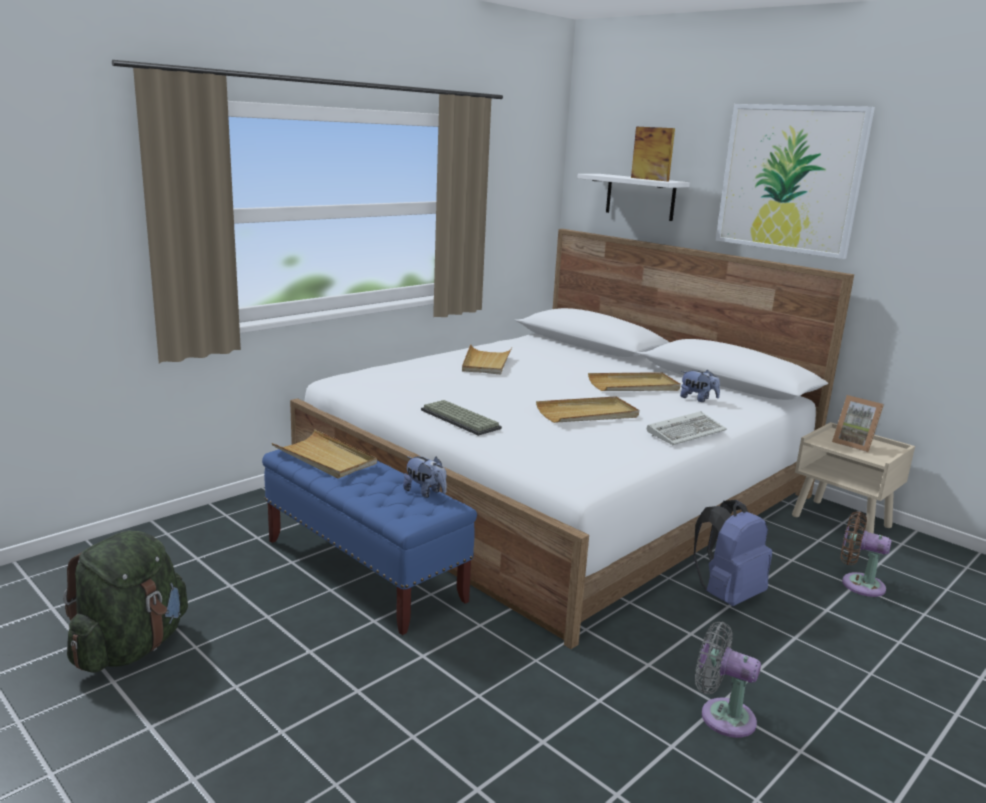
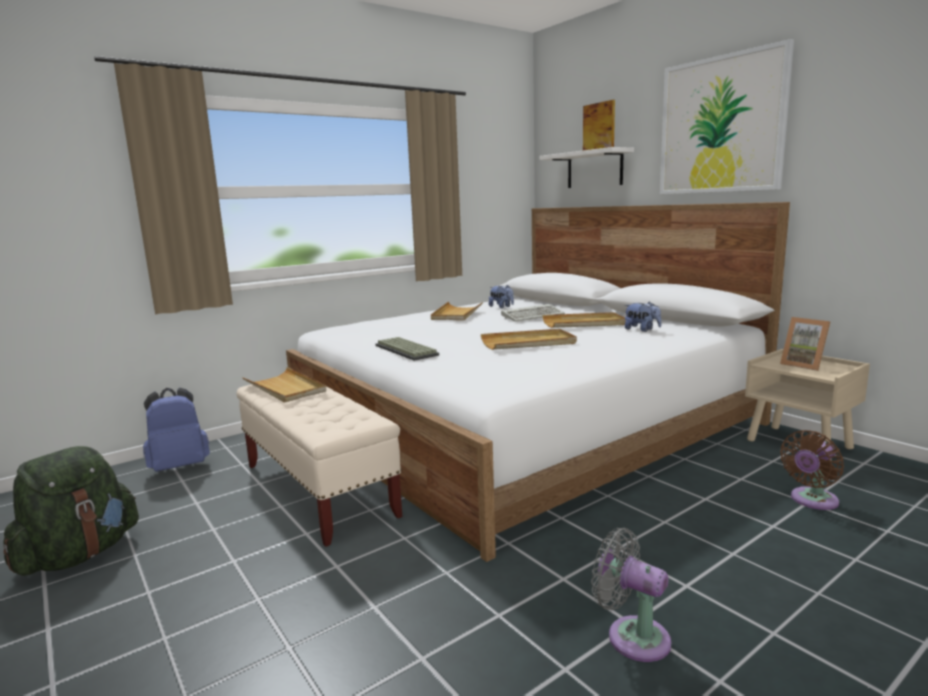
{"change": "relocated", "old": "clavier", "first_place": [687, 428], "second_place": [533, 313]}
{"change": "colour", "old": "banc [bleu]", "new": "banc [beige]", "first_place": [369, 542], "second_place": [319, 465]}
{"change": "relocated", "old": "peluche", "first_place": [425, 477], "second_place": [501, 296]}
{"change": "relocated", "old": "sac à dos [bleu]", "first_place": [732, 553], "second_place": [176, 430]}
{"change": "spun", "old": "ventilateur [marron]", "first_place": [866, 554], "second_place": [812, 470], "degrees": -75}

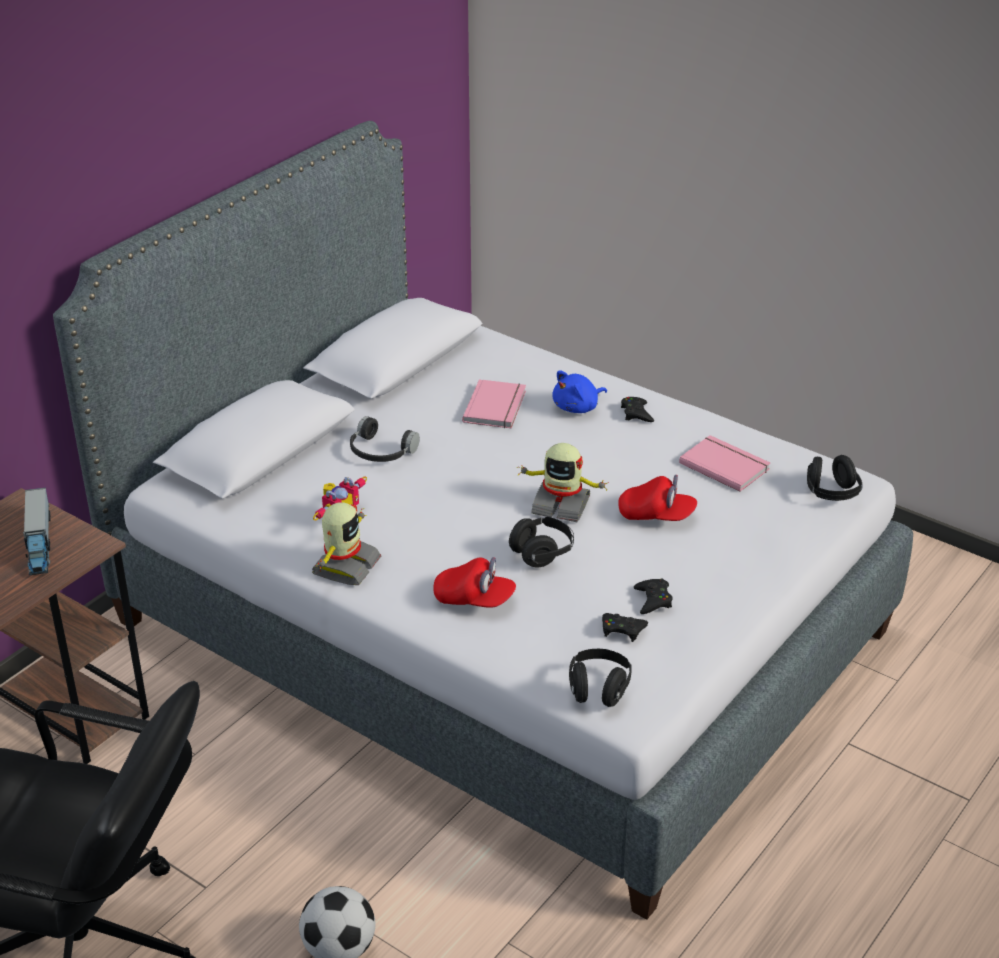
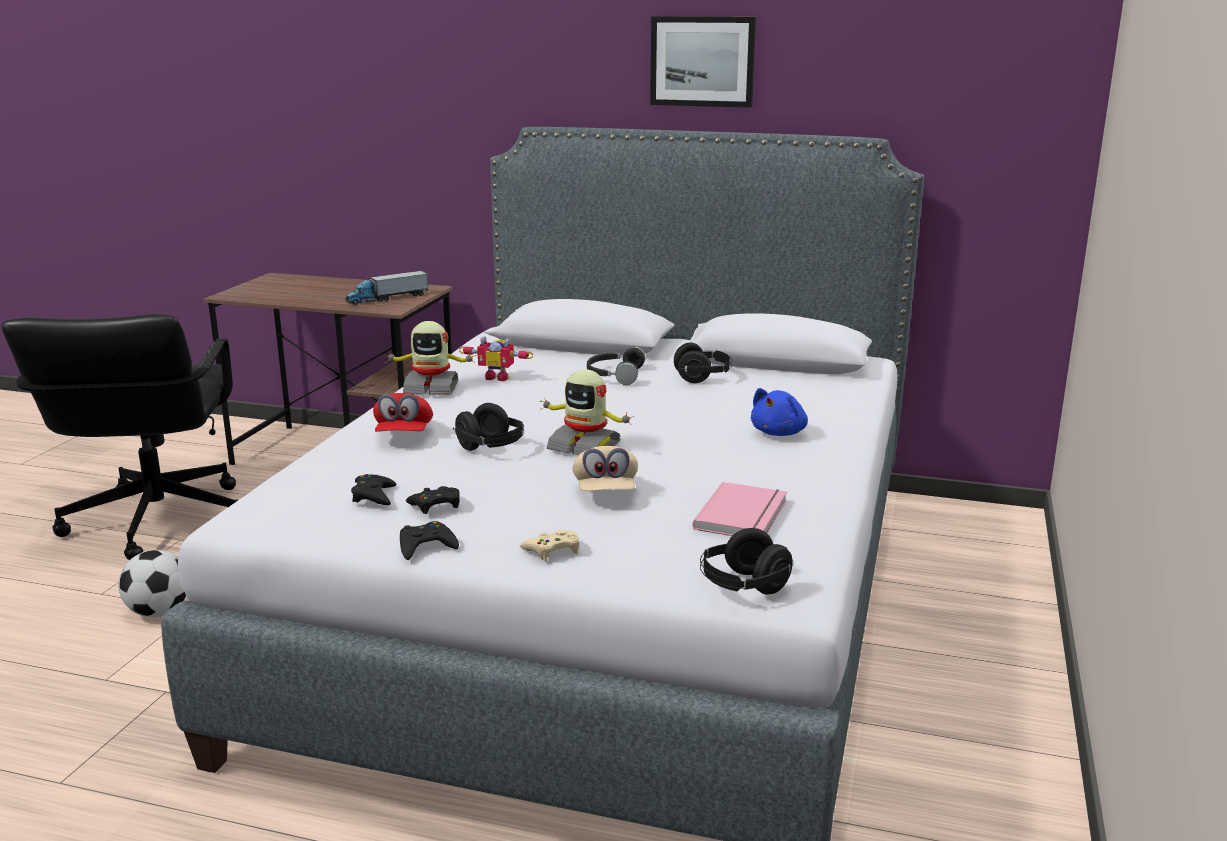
{"change": "spun", "old": "peluche [bleu]", "first_place": [579, 391], "second_place": [779, 412], "degrees": -90}
{"change": "missing", "old": "livre [rose]", "first_place": [494, 404]}
{"change": "relocated", "old": "manette [noir]", "first_place": [637, 409], "second_place": [429, 540]}
{"change": "spun", "old": "robot jouet", "first_place": [562, 482], "second_place": [587, 412], "degrees": -60}
{"change": "colour", "old": "casquette [rouge]", "new": "casquette [beige]", "first_place": [657, 498], "second_place": [605, 468]}
{"change": "relocated", "old": "casque audio [noir]", "first_place": [600, 678], "second_place": [703, 362]}
{"change": "appeared", "new": "tableau", "second_place": [703, 62]}
{"change": "appeared", "new": "manette [beige]", "second_place": [550, 545]}

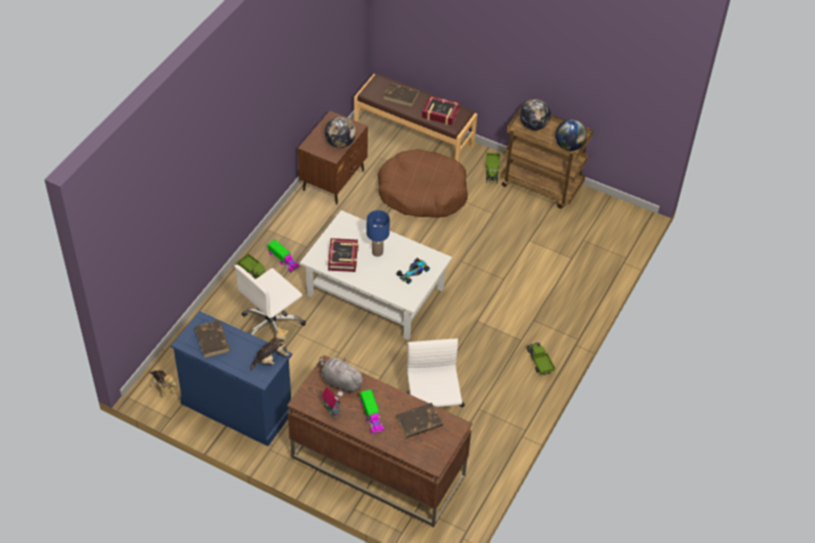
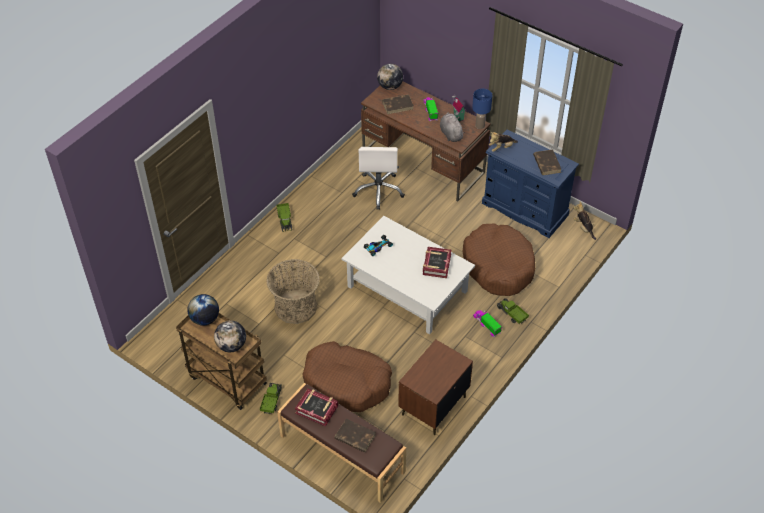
{"change": "relocated", "old": "globe", "first_place": [340, 132], "second_place": [390, 77]}
{"change": "relocated", "old": "lampe de table [bleu]", "first_place": [378, 233], "second_place": [482, 109]}
{"change": "exchanged", "old": "chaise de bureau [blanc]", "new": "panier pour chien [marron]", "first_place": [270, 307], "second_place": [499, 259]}
{"change": "spun", "old": "peluche [gris]", "first_place": [342, 375], "second_place": [452, 127], "degrees": -150}
{"change": "appeared", "new": "panier", "second_place": [293, 291]}

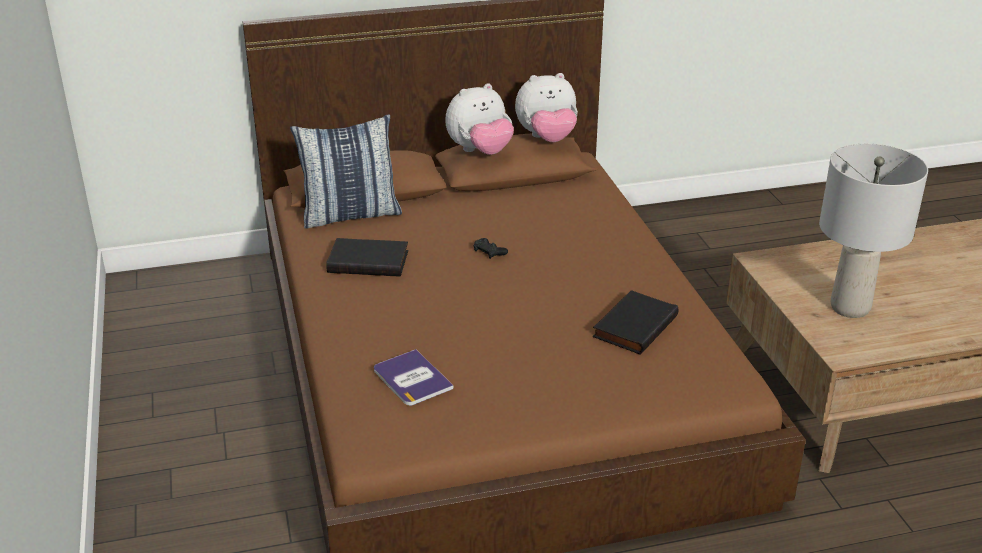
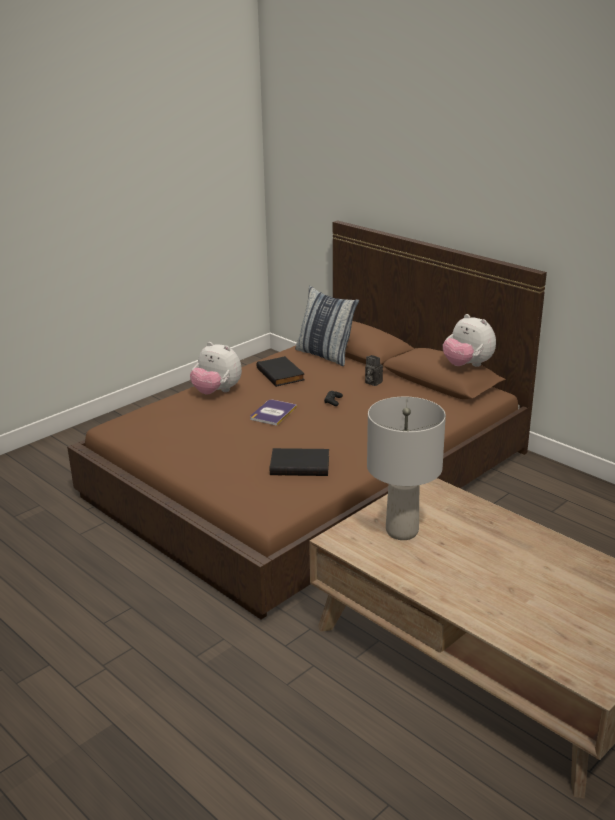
{"change": "relocated", "old": "peluche", "first_place": [479, 119], "second_place": [216, 368]}
{"change": "relocated", "old": "livre", "first_place": [414, 377], "second_place": [273, 413]}
{"change": "appeared", "new": "appareil photo", "second_place": [374, 370]}

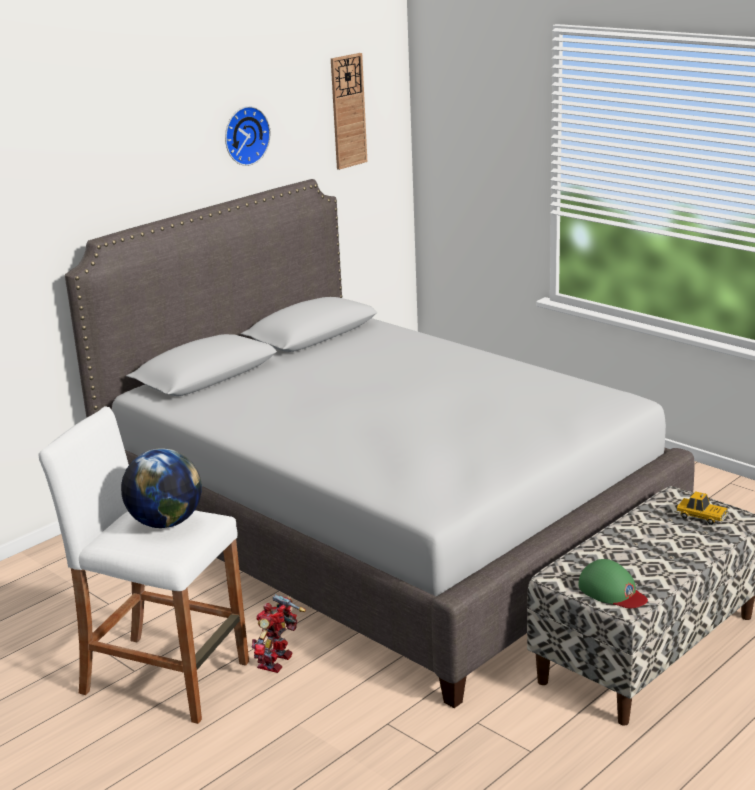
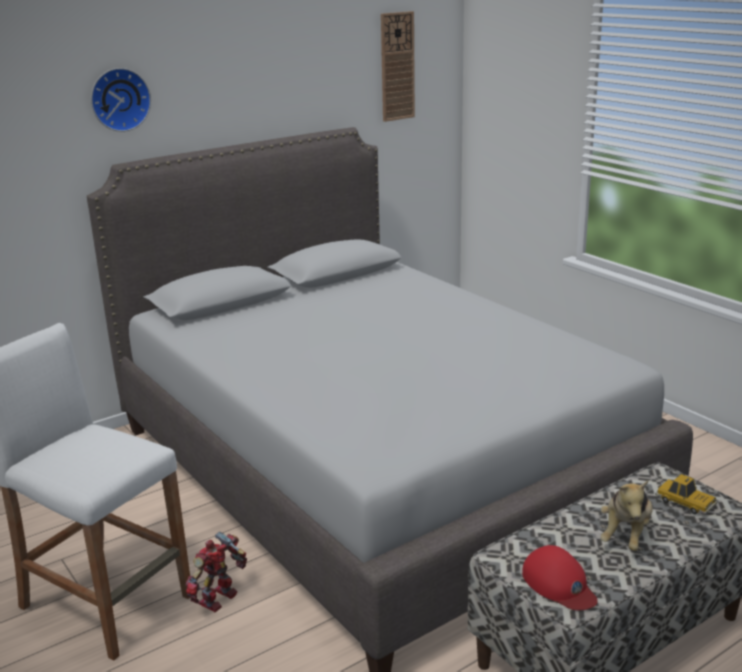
{"change": "relocated", "old": "horloge murale", "first_place": [248, 136], "second_place": [121, 100]}
{"change": "missing", "old": "globe", "first_place": [161, 488]}
{"change": "colour", "old": "casquette [vert]", "new": "casquette [rouge]", "first_place": [613, 583], "second_place": [560, 577]}
{"change": "appeared", "new": "peluche", "second_place": [626, 515]}

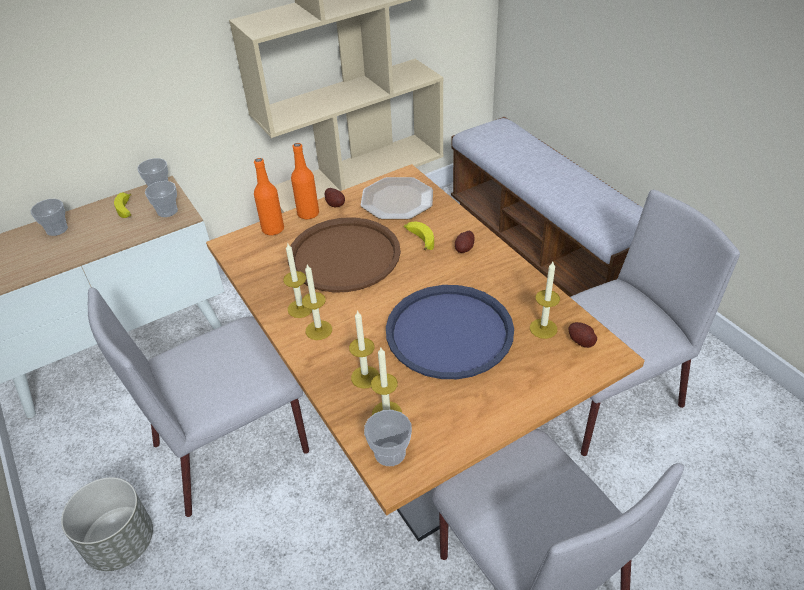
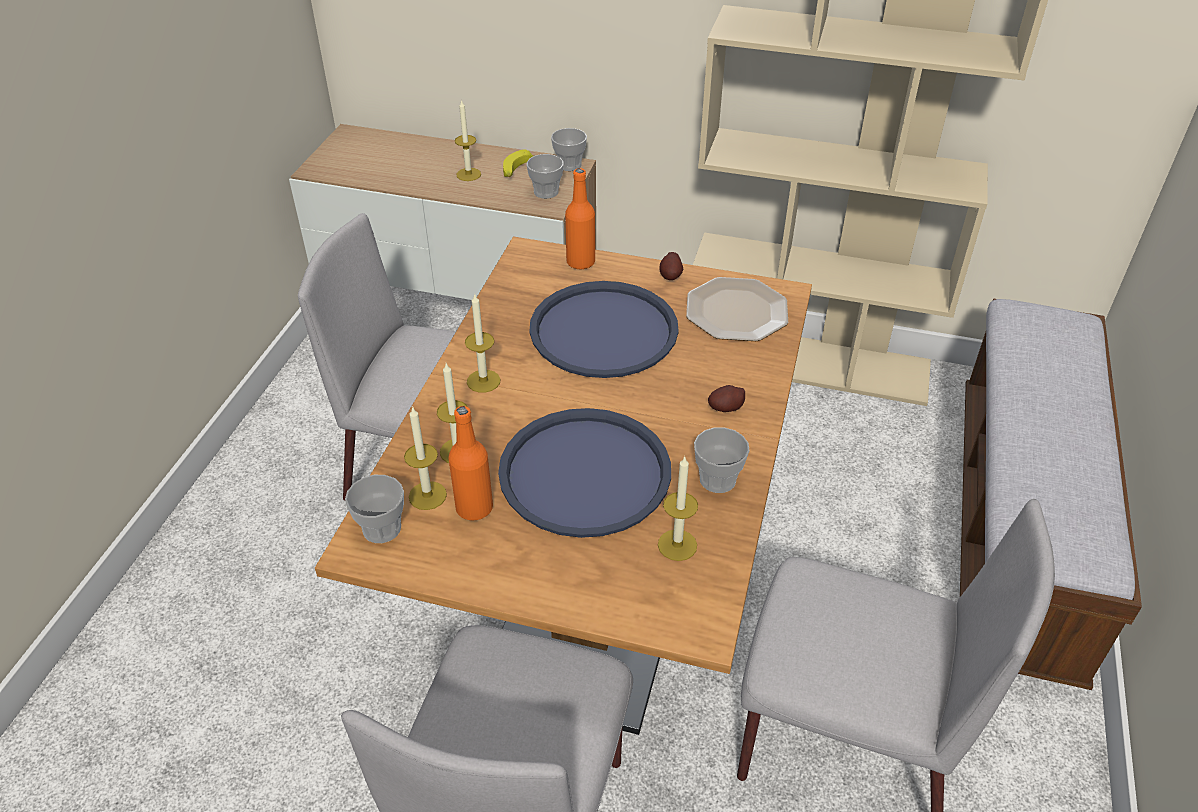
{"change": "relocated", "old": "bouteille [orange]", "first_place": [305, 181], "second_place": [470, 463]}
{"change": "relocated", "old": "tasse", "first_place": [49, 217], "second_place": [722, 460]}
{"change": "colour", "old": "plateau [marron]", "new": "plateau [bleu]", "first_place": [344, 254], "second_place": [604, 329]}
{"change": "missing", "old": "banane", "first_place": [419, 236]}
{"change": "relocated", "old": "bougie", "first_place": [297, 281], "second_place": [468, 140]}
{"change": "missing", "old": "pomme de terre", "first_place": [582, 335]}
{"change": "missing", "old": "cache-pot [gris]", "first_place": [107, 524]}

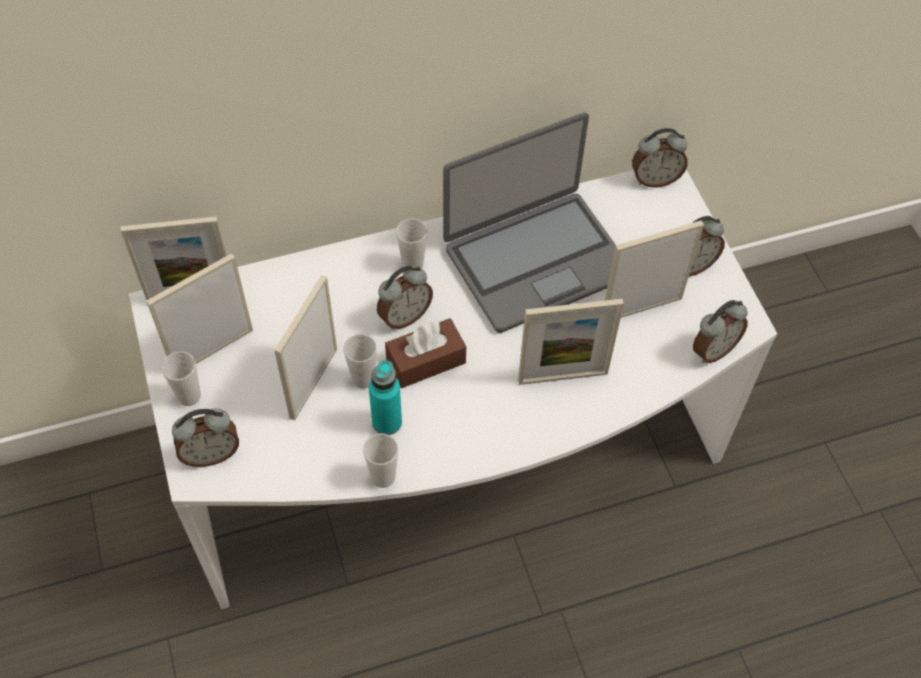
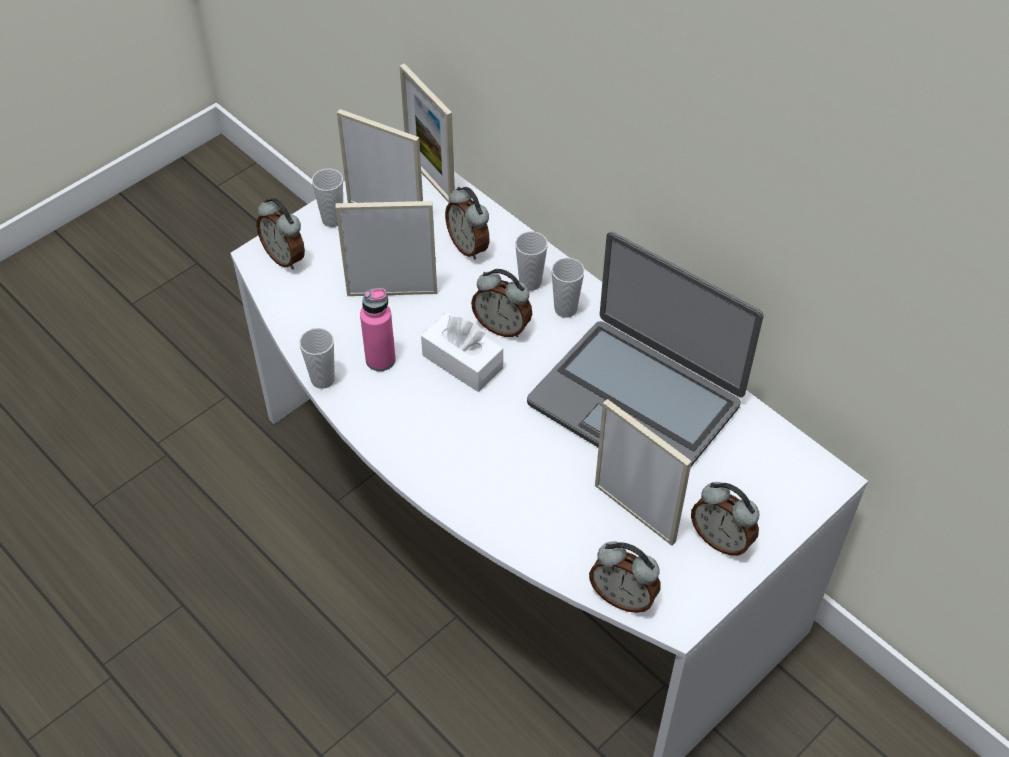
{"change": "relocated", "old": "réveil", "first_place": [660, 157], "second_place": [467, 223]}
{"change": "missing", "old": "cadre photo", "first_place": [571, 342]}
{"change": "colour", "old": "boîte à mouchoirs [marron]", "new": "boîte à mouchoirs [blanc]", "first_place": [425, 353], "second_place": [462, 352]}
{"change": "relocated", "old": "tasse", "first_place": [360, 361], "second_place": [531, 261]}
{"change": "colour", "old": "bouteille [turquoise]", "new": "bouteille [rose]", "first_place": [385, 397], "second_place": [378, 329]}

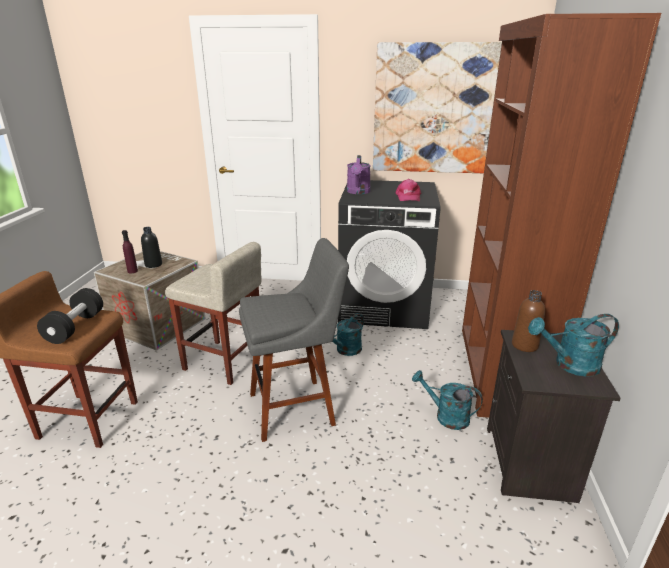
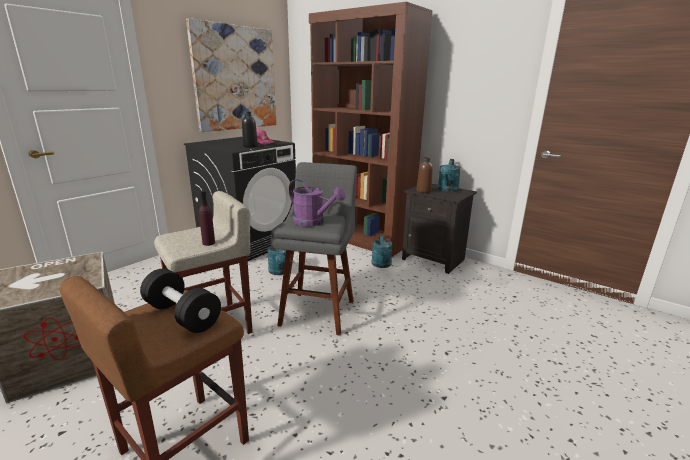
{"change": "relocated", "old": "arrosoir [violet]", "first_place": [359, 174], "second_place": [317, 202]}
{"change": "relocated", "old": "bouteille [noir]", "first_place": [151, 247], "second_place": [250, 129]}
{"change": "relocated", "old": "bouteille [violet]", "first_place": [130, 251], "second_place": [207, 218]}
{"change": "spun", "old": "arrosoir [turquoise]", "first_place": [447, 400], "second_place": [382, 251], "degrees": -60}

